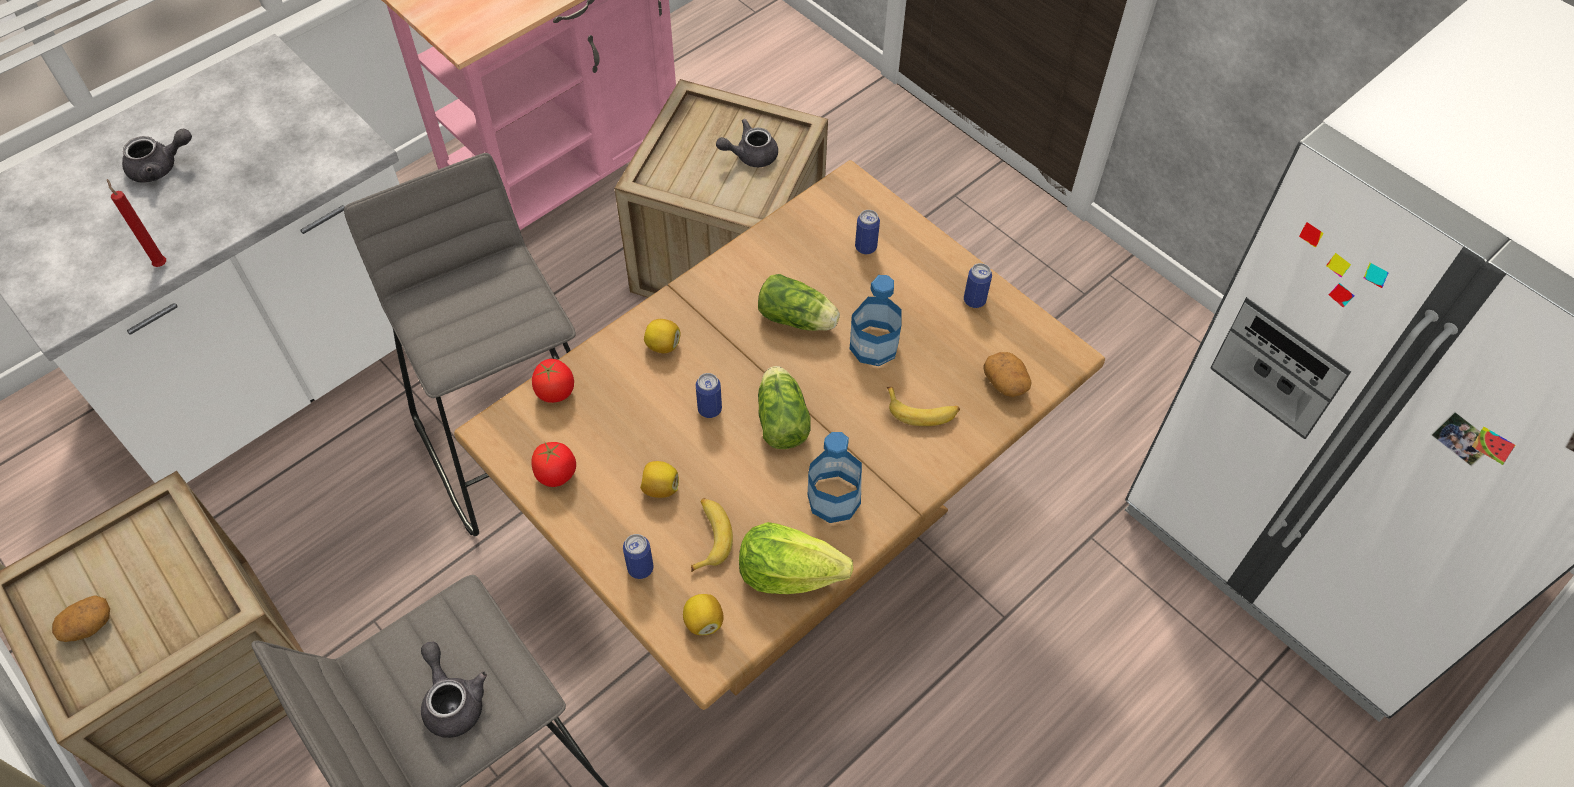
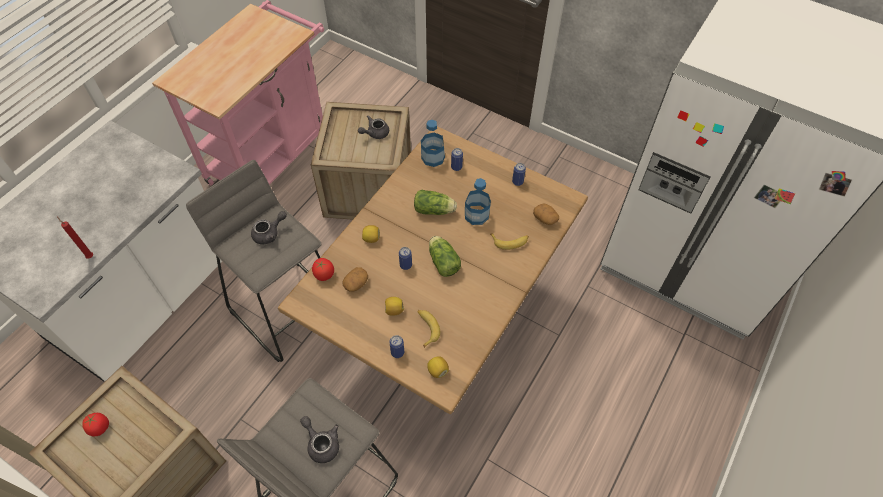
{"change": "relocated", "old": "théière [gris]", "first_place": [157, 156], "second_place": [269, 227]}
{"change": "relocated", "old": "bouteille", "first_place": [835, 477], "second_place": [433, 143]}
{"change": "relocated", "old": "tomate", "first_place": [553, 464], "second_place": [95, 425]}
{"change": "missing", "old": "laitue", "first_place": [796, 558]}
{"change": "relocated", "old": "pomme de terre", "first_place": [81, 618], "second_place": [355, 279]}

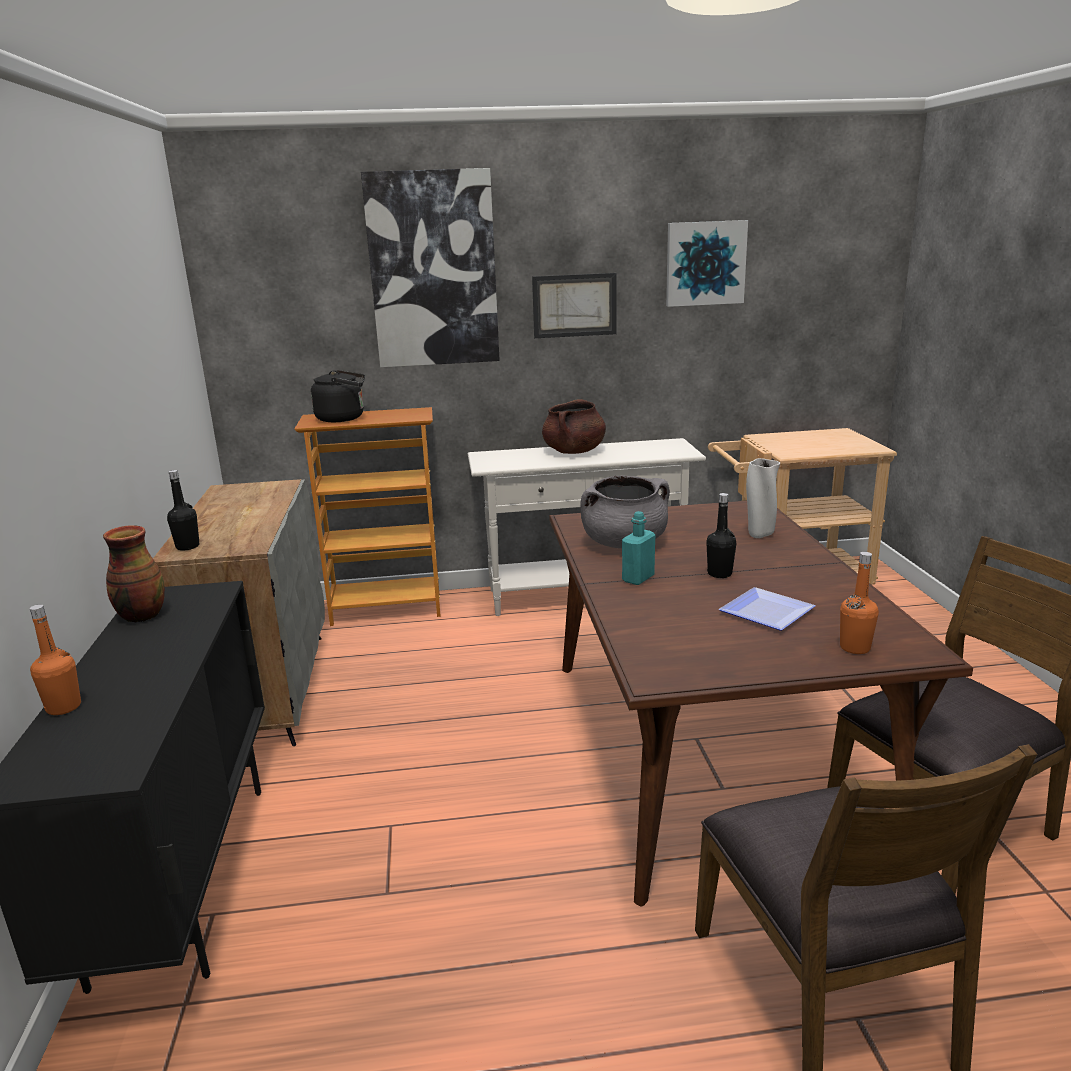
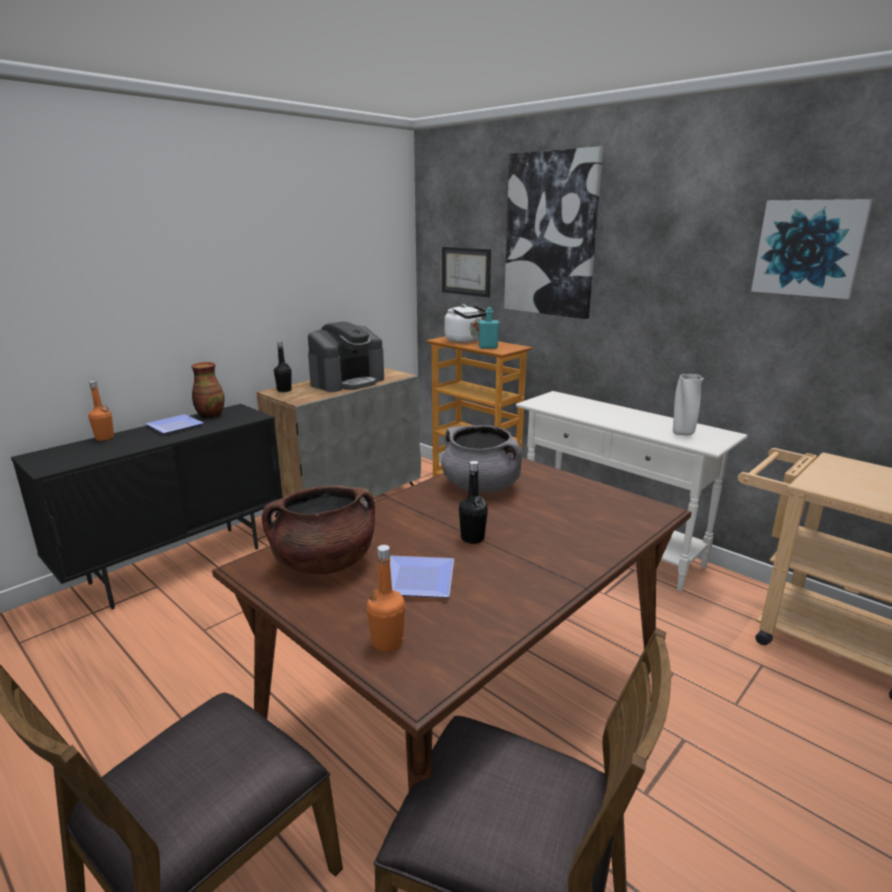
{"change": "relocated", "old": "tableau", "first_place": [574, 305], "second_place": [466, 272]}
{"change": "colour", "old": "bouilloire [noir]", "new": "bouilloire [blanc]", "first_place": [338, 396], "second_place": [465, 323]}
{"change": "relocated", "old": "marmite [marron]", "first_place": [574, 426], "second_place": [318, 529]}
{"change": "relocated", "old": "vase [blanc]", "first_place": [763, 498], "second_place": [688, 405]}
{"change": "relocated", "old": "bouteille [turquoise]", "first_place": [638, 548], "second_place": [489, 327]}
{"change": "appeared", "new": "machine à café", "second_place": [346, 357]}
{"change": "appeared", "new": "assiette", "second_place": [175, 424]}

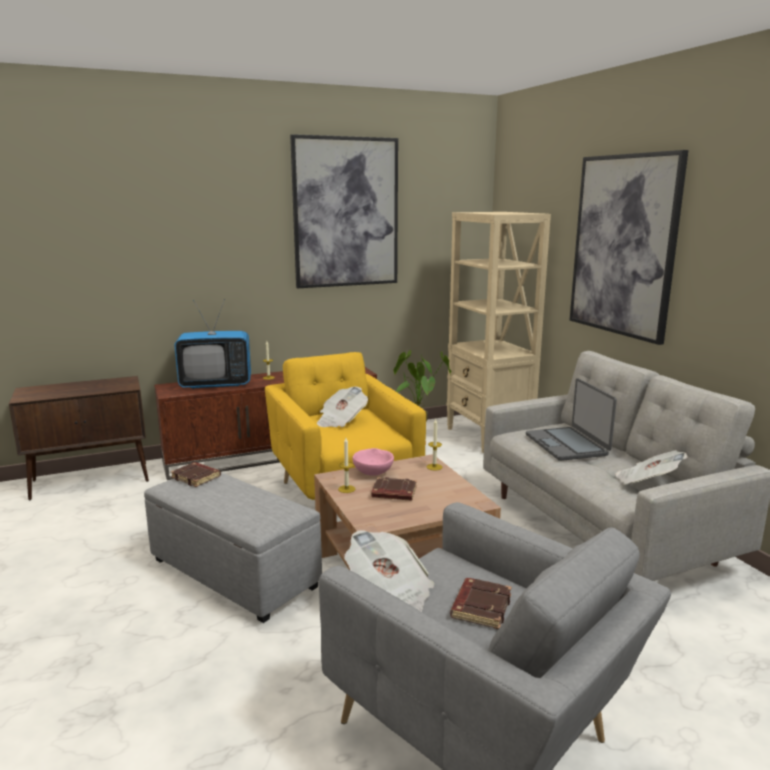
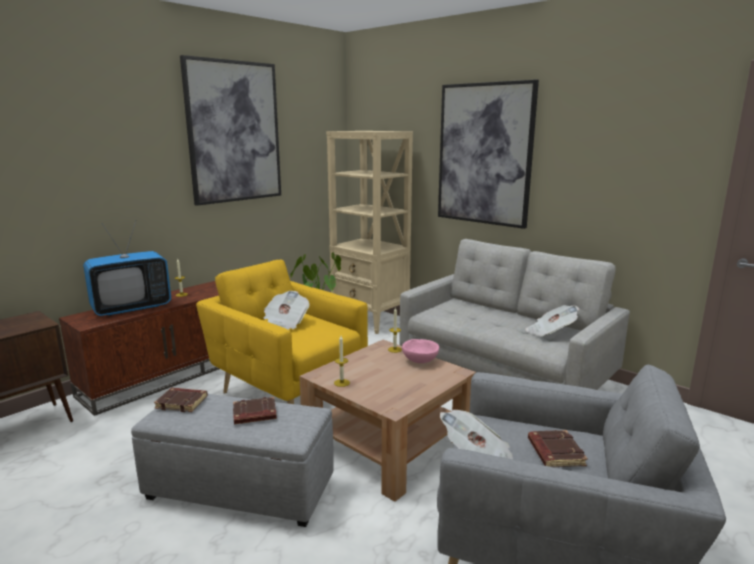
{"change": "missing", "old": "ordinateur portable", "first_place": [571, 419]}
{"change": "relocated", "old": "bol [rose]", "first_place": [373, 462], "second_place": [420, 351]}
{"change": "relocated", "old": "livre [marron]", "first_place": [394, 489], "second_place": [255, 410]}

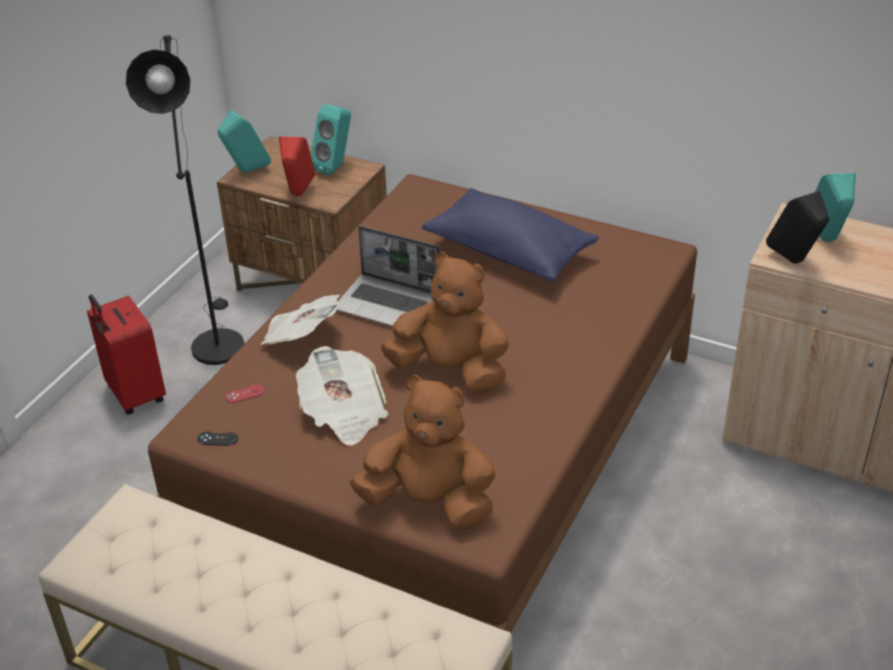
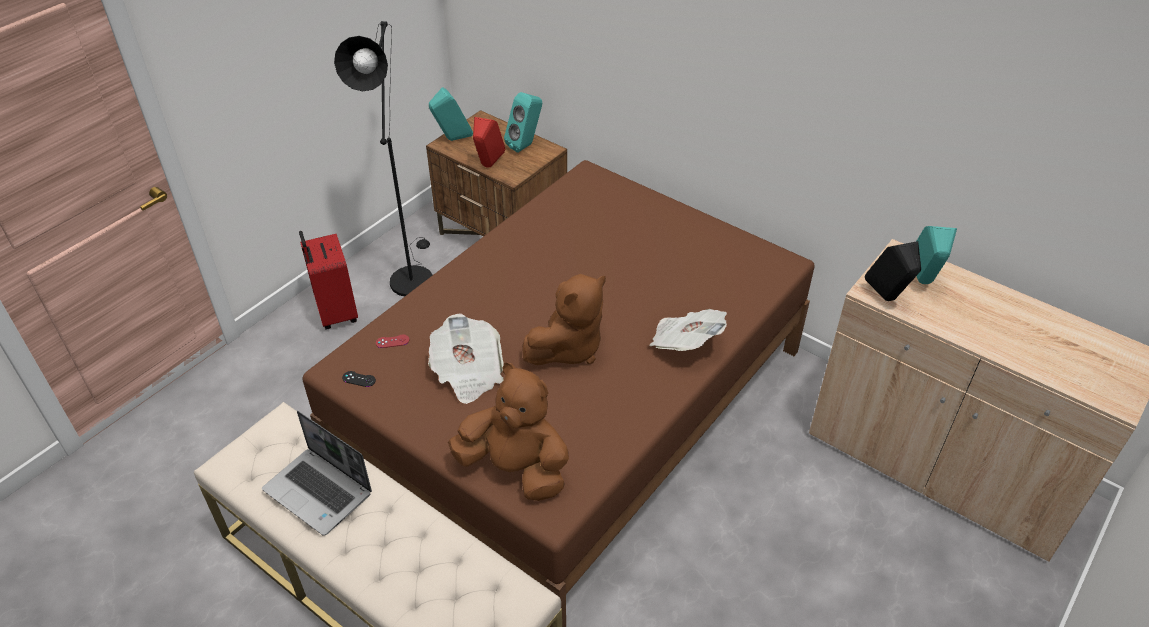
{"change": "missing", "old": "coussin [bleu]", "first_place": [510, 235]}
{"change": "relocated", "old": "ordinateur portable", "first_place": [388, 276], "second_place": [317, 473]}
{"change": "spun", "old": "peluche [marron]", "first_place": [445, 322], "second_place": [564, 319], "degrees": 105}
{"change": "relocated", "old": "journal", "first_place": [300, 319], "second_place": [688, 330]}

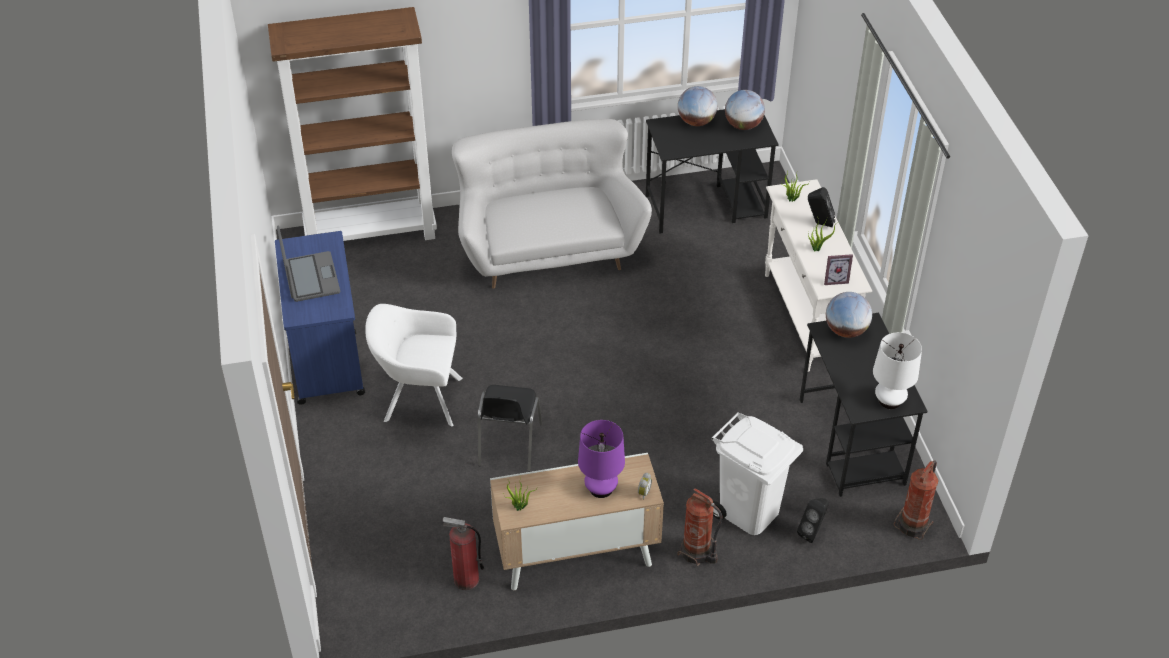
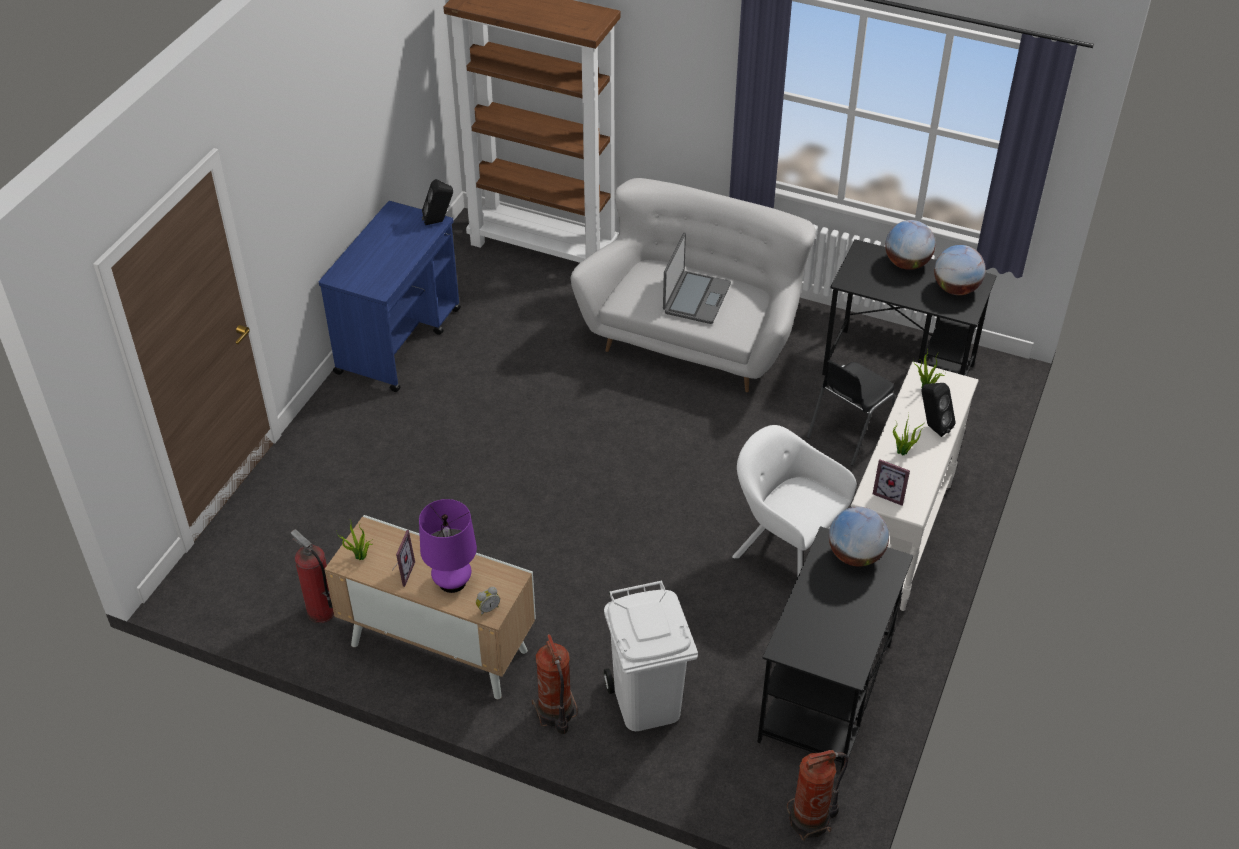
{"change": "relocated", "old": "ordinateur portable", "first_place": [308, 263], "second_place": [697, 278]}
{"change": "relocated", "old": "fauteuil [blanc]", "first_place": [414, 365], "second_place": [794, 501]}
{"change": "missing", "old": "lampe de table [blanc]", "first_place": [897, 370]}
{"change": "relocated", "old": "chaise [noir]", "first_place": [510, 428], "second_place": [851, 413]}
{"change": "relocated", "old": "enceinte [noir]", "first_place": [813, 520], "second_place": [437, 202]}
{"change": "appeared", "new": "cadre photo", "second_place": [403, 558]}

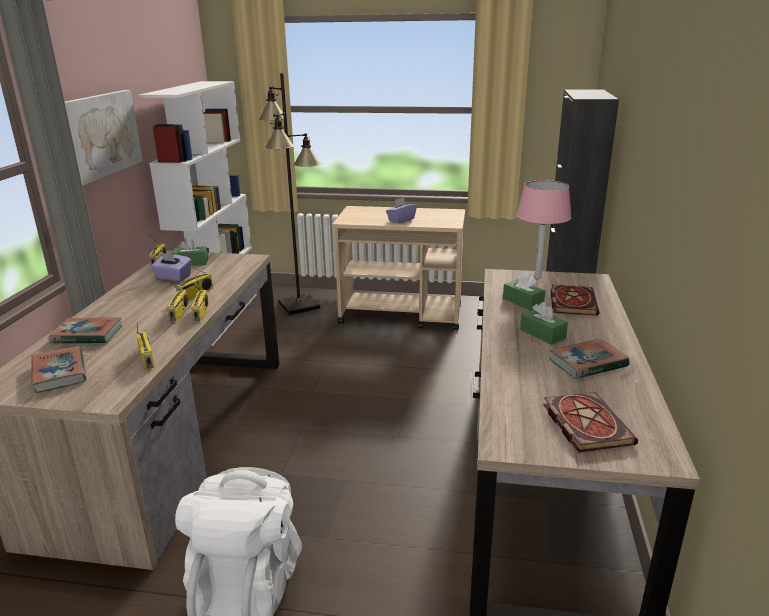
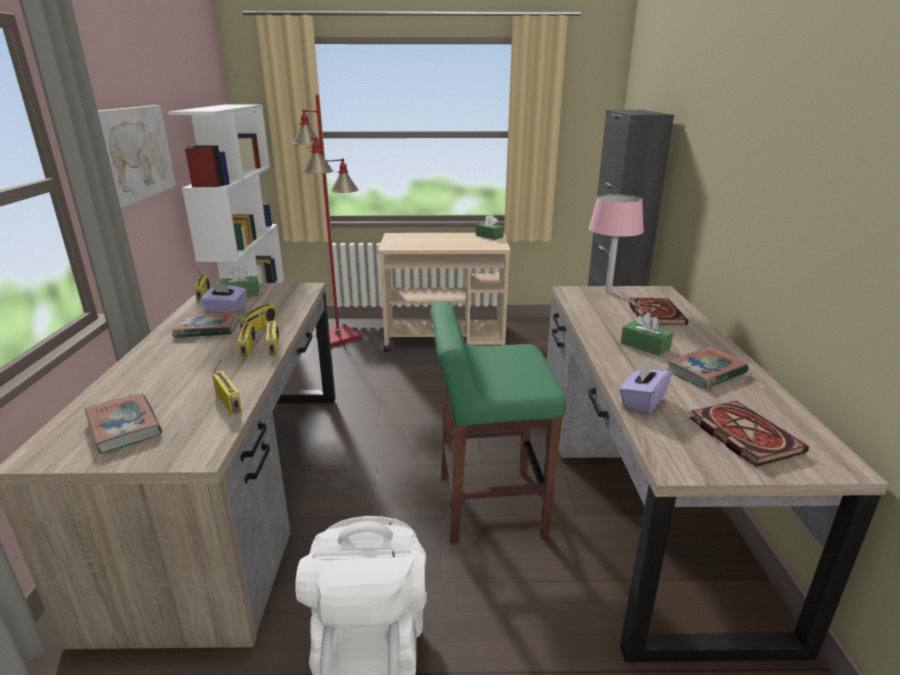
{"change": "colour", "old": "lampadaire [noir]", "new": "lampadaire [rouge]", "first_place": [290, 194], "second_place": [326, 220]}
{"change": "relocated", "old": "boîte à mouchoirs [violet]", "first_place": [401, 210], "second_place": [646, 387]}
{"change": "relocated", "old": "boîte à mouchoirs [vert]", "first_place": [524, 291], "second_place": [490, 227]}
{"change": "relocated", "old": "livre", "first_place": [86, 330], "second_place": [205, 324]}
{"change": "appeared", "new": "tabouret [vert]", "second_place": [498, 422]}

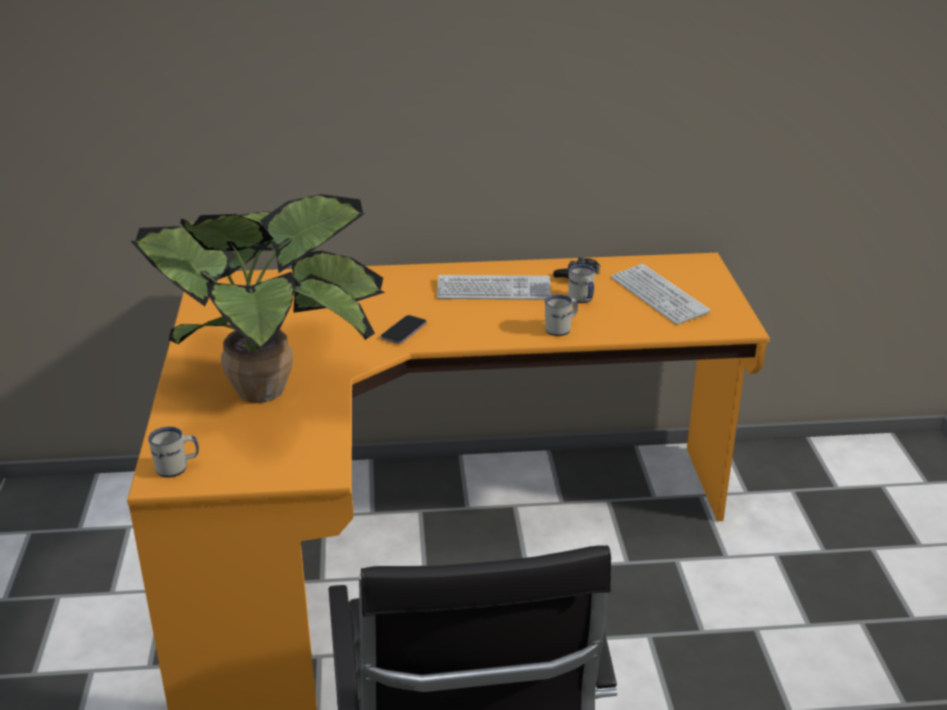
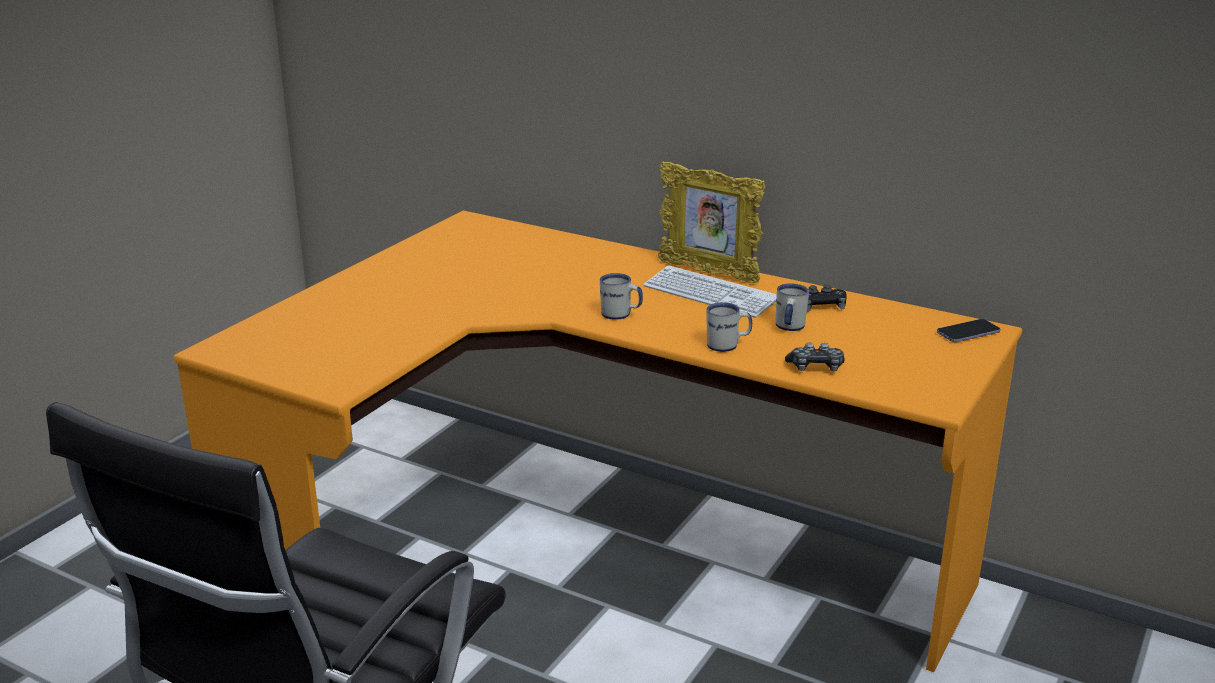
{"change": "missing", "old": "plante en pot", "first_place": [257, 298]}
{"change": "missing", "old": "clavier", "first_place": [661, 294]}
{"change": "relocated", "old": "téléphone", "first_place": [404, 329], "second_place": [968, 330]}
{"change": "relocated", "old": "mug [blanc]", "first_place": [173, 452], "second_place": [621, 296]}
{"change": "appeared", "new": "cadre photo", "second_place": [711, 222]}
{"change": "appeared", "new": "manette", "second_place": [815, 357]}

